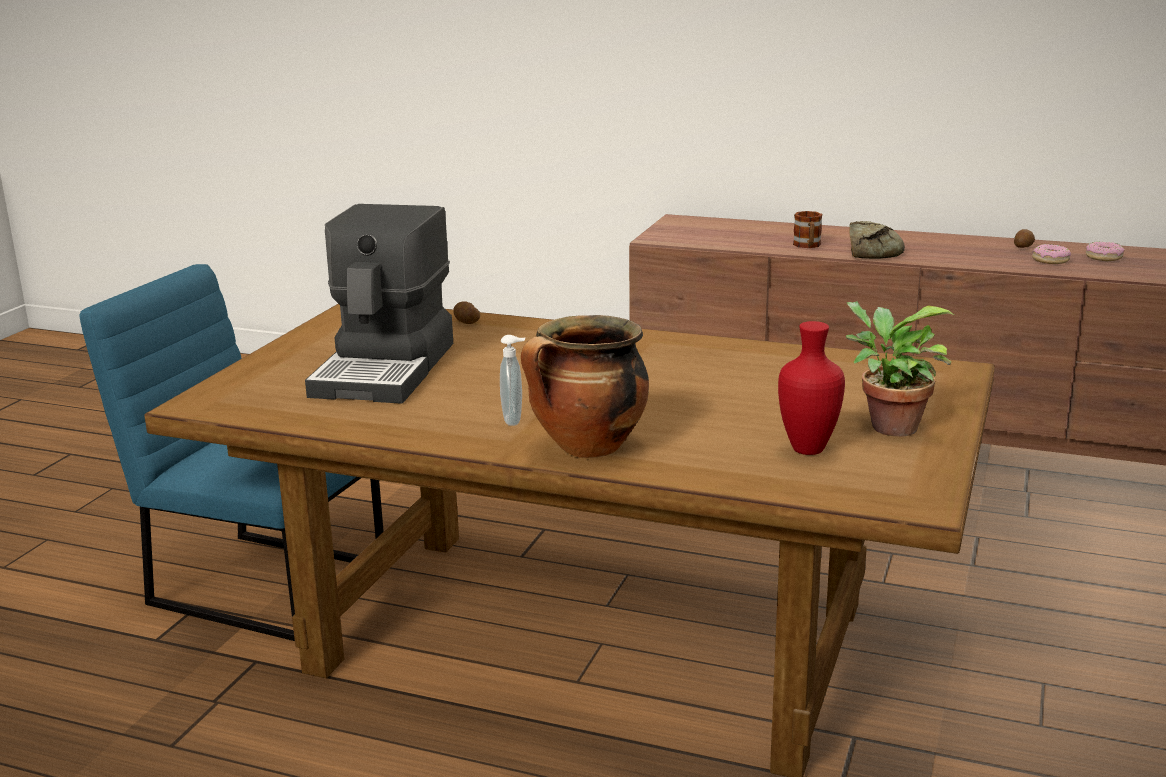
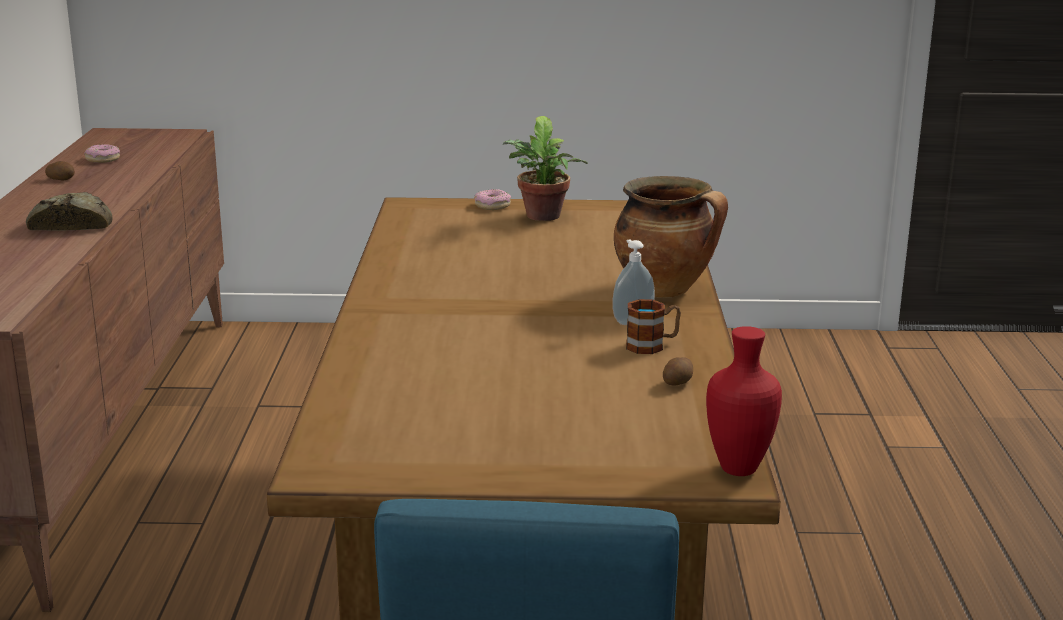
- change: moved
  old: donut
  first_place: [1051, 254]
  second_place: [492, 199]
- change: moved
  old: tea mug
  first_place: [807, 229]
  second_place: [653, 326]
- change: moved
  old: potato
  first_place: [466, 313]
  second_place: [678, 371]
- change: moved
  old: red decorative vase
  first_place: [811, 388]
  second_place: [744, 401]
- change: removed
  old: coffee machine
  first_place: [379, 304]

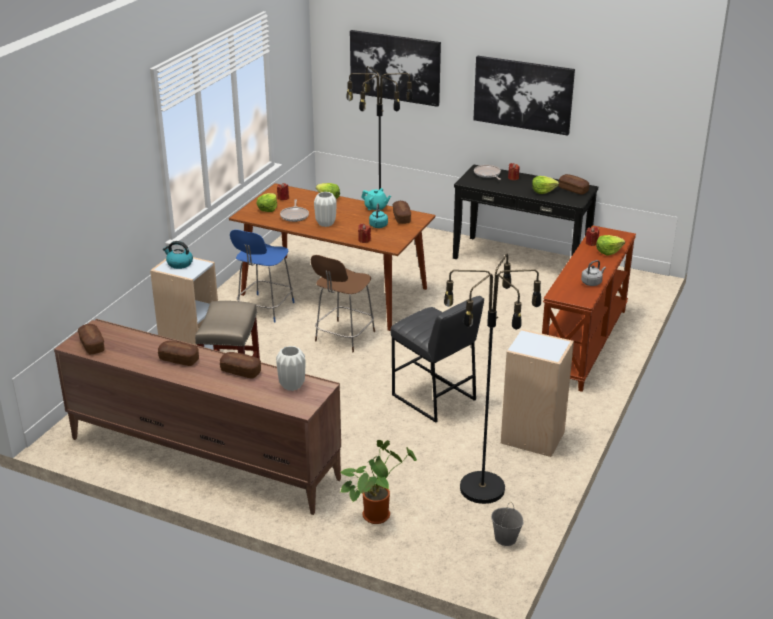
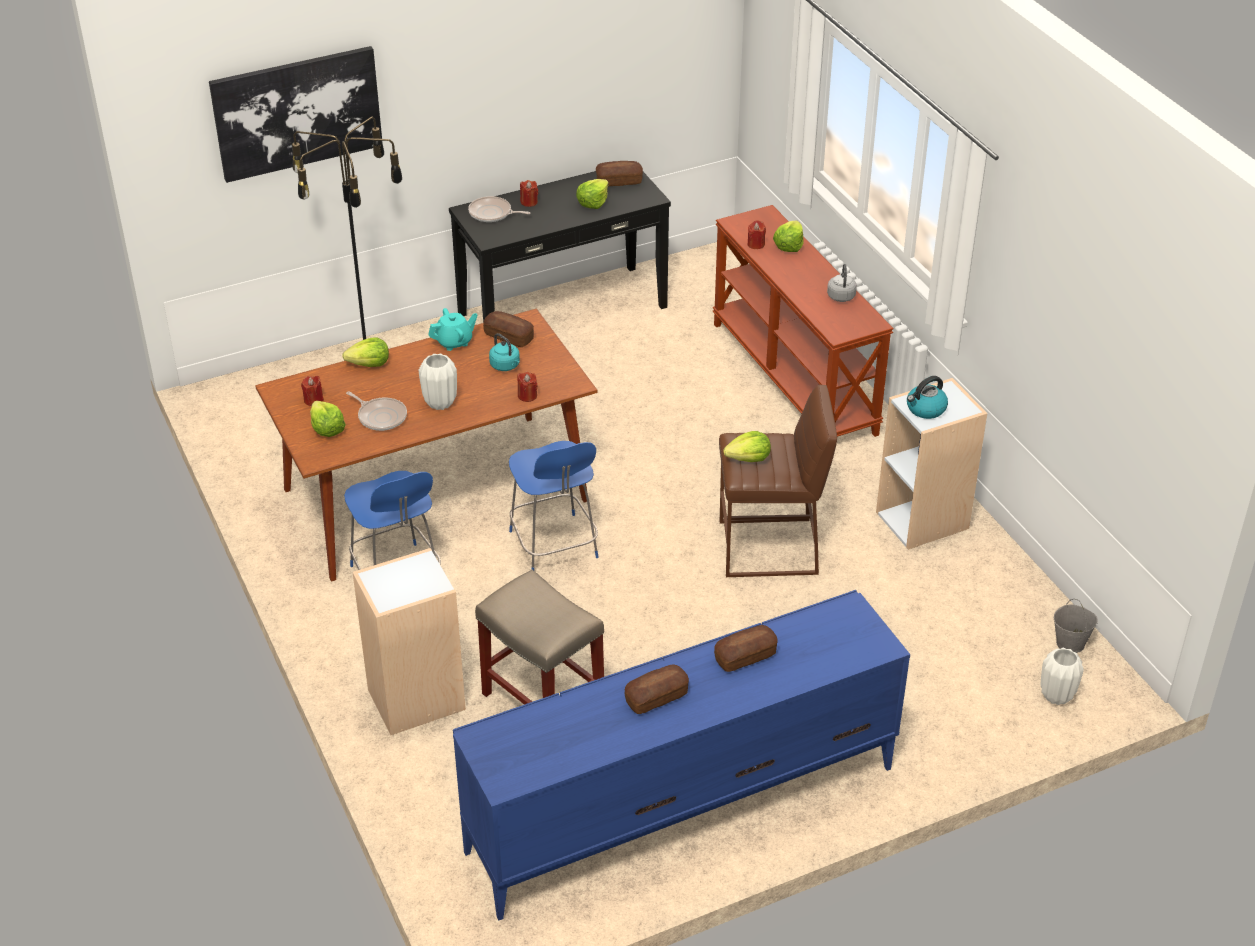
- change: recoloured
  old: brownish storage cabinet
  new: blue-coloured storage cabinet
  first_place: [197, 417]
  second_place: [681, 755]
- change: recoloured
  old: brownish upright chair
  new: blue-coloured upright chair
  first_place: [343, 304]
  second_place: [554, 505]
- change: recoloured
  old: grey stool
  new: brownish stool
  first_place: [437, 359]
  second_place: [778, 481]
- change: added
  new: head of lettuce
  second_place: [747, 446]
- change: moved
  old: tea kettle
  first_place: [178, 255]
  second_place: [927, 397]
- change: moved
  old: whitish decorative vase
  first_place: [290, 368]
  second_place: [1062, 676]
- change: removed
  old: bread
  first_place: [91, 339]
- change: removed
  old: plant in a pot
  first_place: [379, 482]
- change: removed
  old: standard lamp
  first_place: [492, 378]
- change: removed
  old: wall art
  first_place: [524, 96]

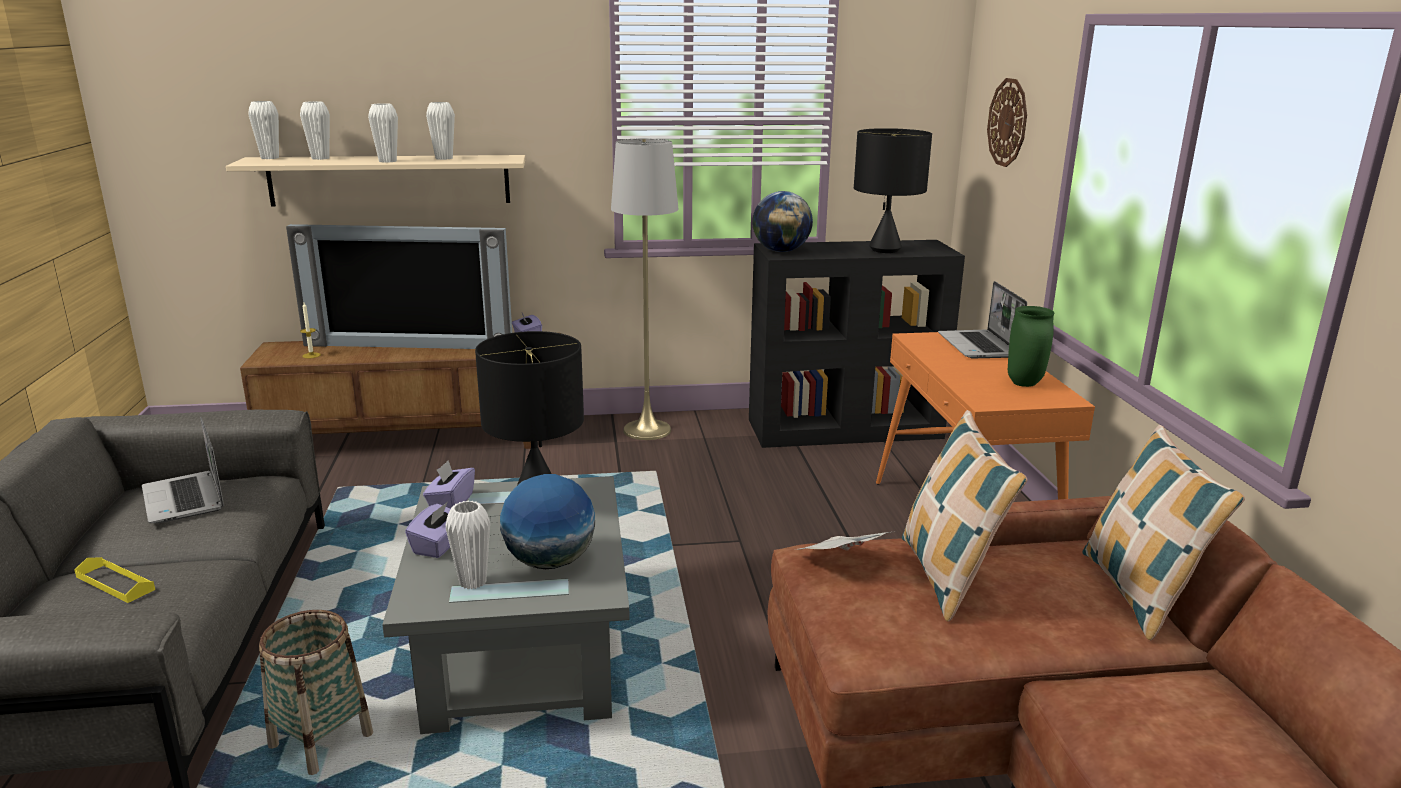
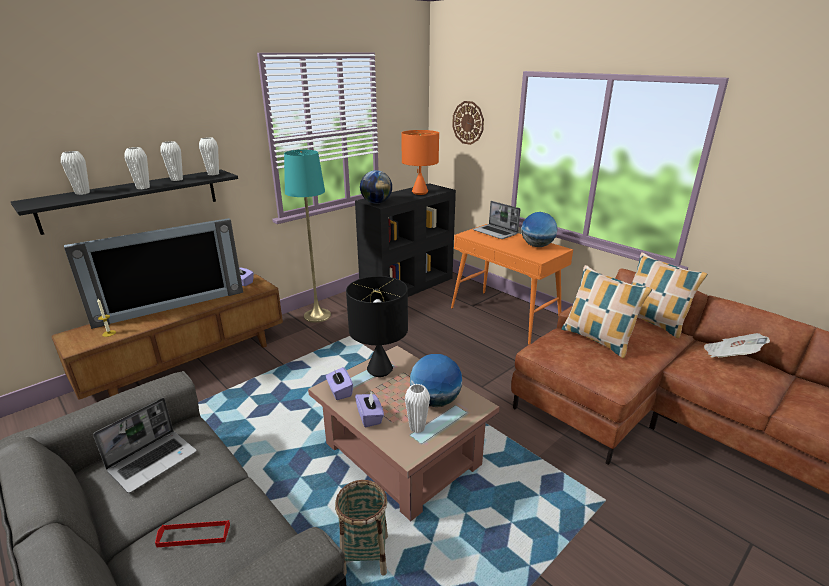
- change: recoloured
  old: beige bracket shelf
  new: black-coloured bracket shelf
  first_place: [376, 180]
  second_place: [124, 202]
- change: turned
  old: portable computer
  first_place: [183, 470]
  second_place: [145, 445]
  degrees: -75
- change: recoloured
  old: yellowish tray
  new: red tray
  first_place: [114, 580]
  second_place: [192, 533]
- change: moved
  old: whitish decorative vase
  first_place: [263, 130]
  second_place: [209, 156]
- change: recoloured
  old: grey standard lamp
  new: turquoise-coloured standard lamp
  first_place: [645, 289]
  second_place: [307, 236]
- change: recoloured
  old: grey coffee table
  new: brownish coffee table
  first_place: [506, 605]
  second_place: [403, 433]
- change: recoloured
  old: black-coloured table lamp
  new: orangey table lamp
  first_place: [893, 190]
  second_place: [420, 162]
- change: replaced
  old: greenish decorative vase
  new: world globe
  first_place: [1031, 346]
  second_place: [539, 229]
- change: moved
  old: newspaper
  first_place: [847, 541]
  second_place: [737, 345]

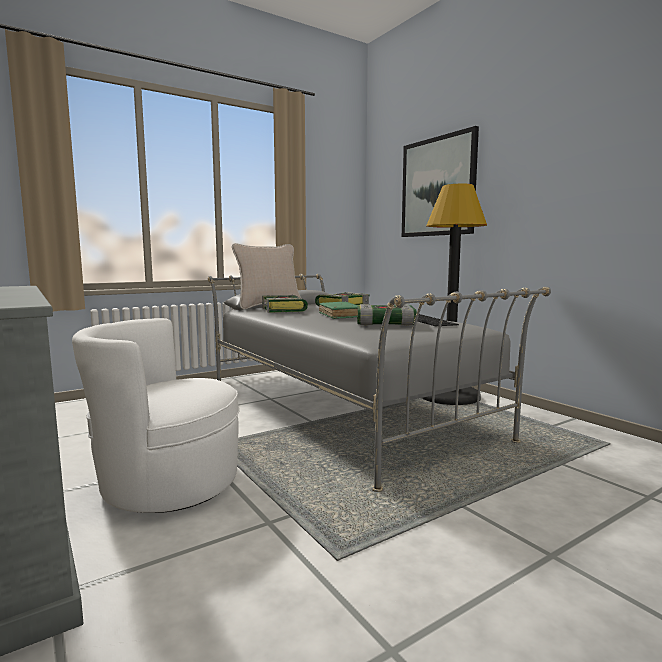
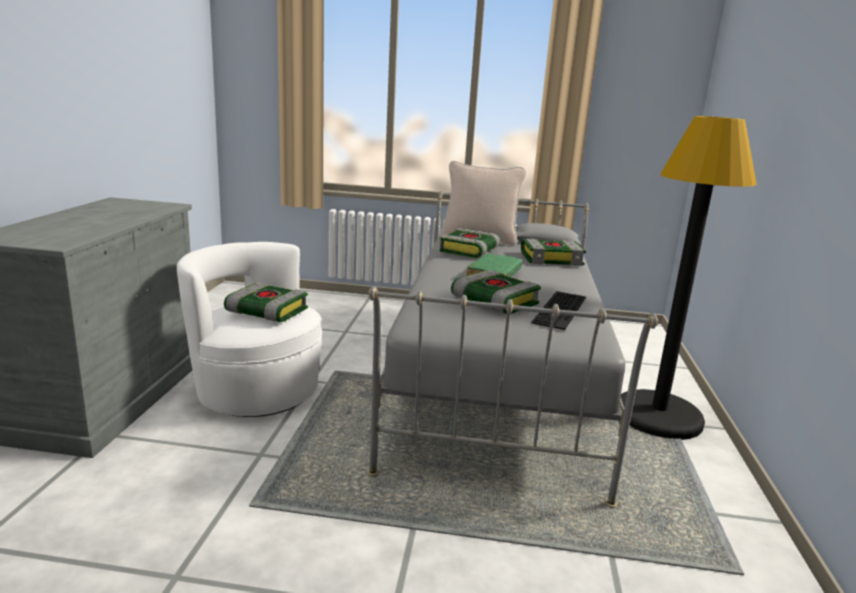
- change: added
  new: bound book
  second_place: [266, 302]
- change: removed
  old: wall art
  first_place: [440, 181]

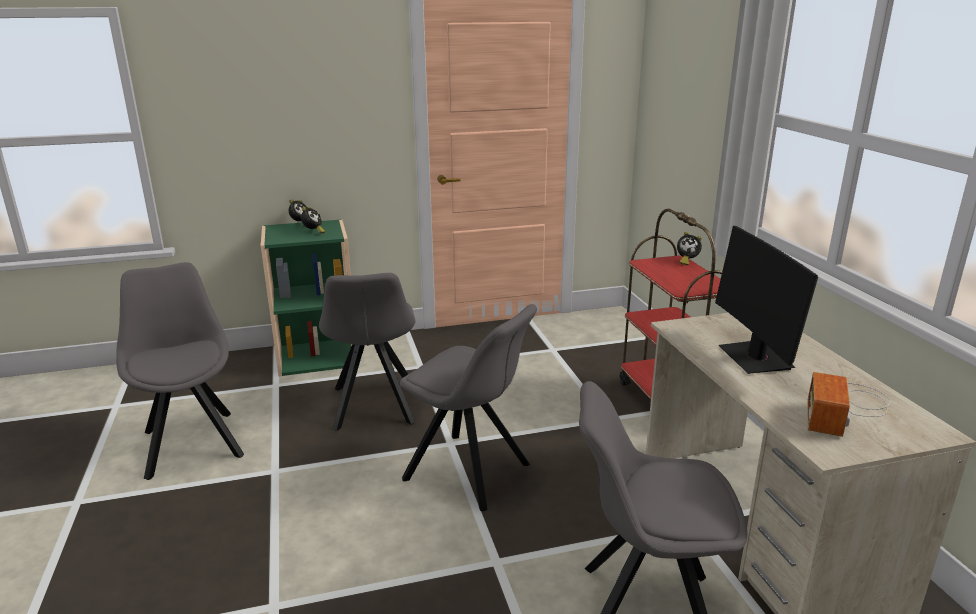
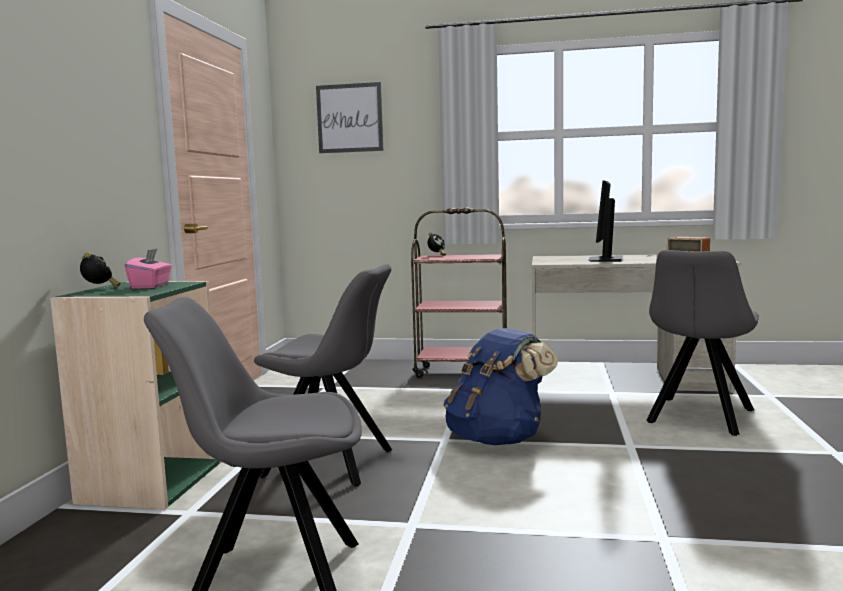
- change: replaced
  old: bedside clock
  new: pink tissue holder
  first_place: [313, 220]
  second_place: [148, 268]
- change: added
  new: wall art
  second_place: [349, 117]
- change: replaced
  old: grey upright chair
  new: blue-coloured rucksack
  first_place: [468, 407]
  second_place: [500, 386]
- change: turned
  old: computer screen
  first_place: [766, 300]
  second_place: [605, 221]
  degrees: 90

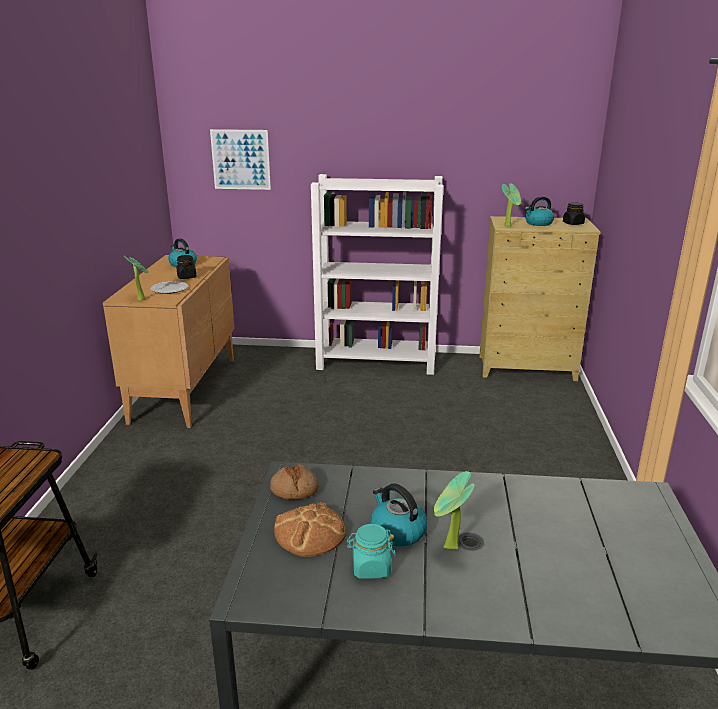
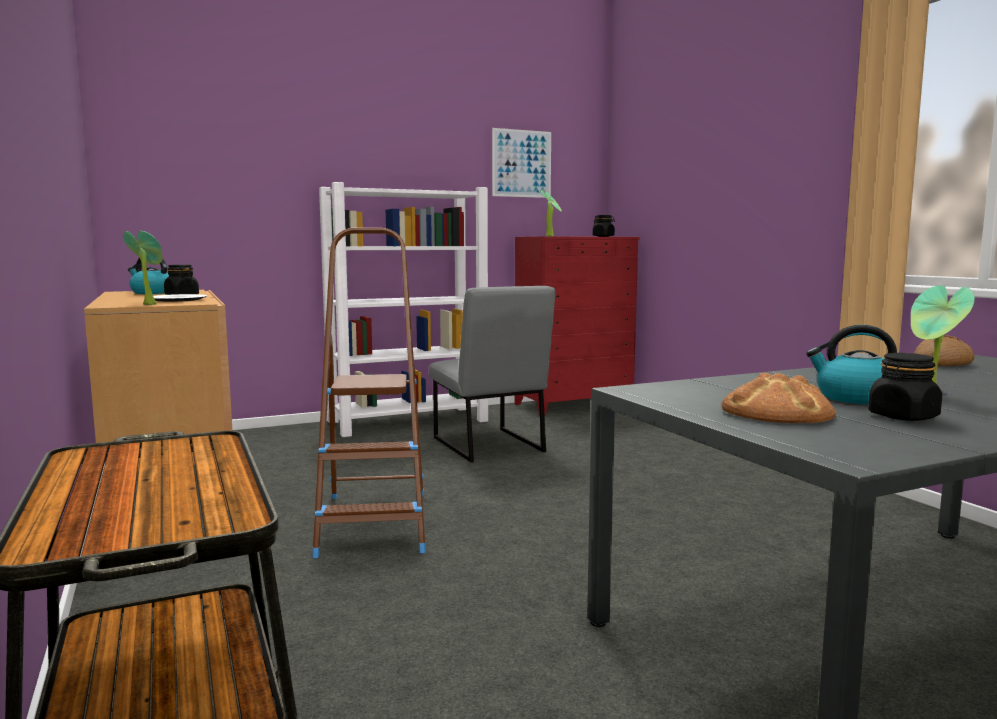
- change: added
  new: brownish step stool
  second_place: [369, 393]
- change: added
  new: grey upright chair
  second_place: [492, 374]
- change: moved
  old: wall art
  first_place: [240, 159]
  second_place: [521, 163]
- change: recoloured
  old: beige chest of drawers
  new: red chest of drawers
  first_place: [540, 298]
  second_place: [577, 326]
- change: recoloured
  old: turquoise-coloured preserve jar
  new: black-coloured preserve jar
  first_place: [371, 551]
  second_place: [905, 387]
- change: moved
  old: bread
  first_place: [294, 482]
  second_place: [944, 350]
- change: removed
  old: tea kettle
  first_place: [539, 211]

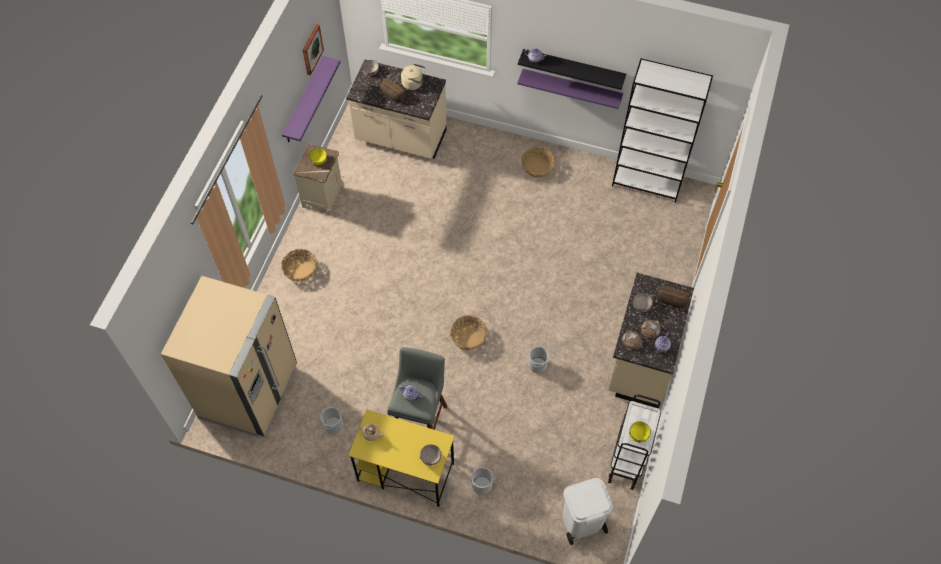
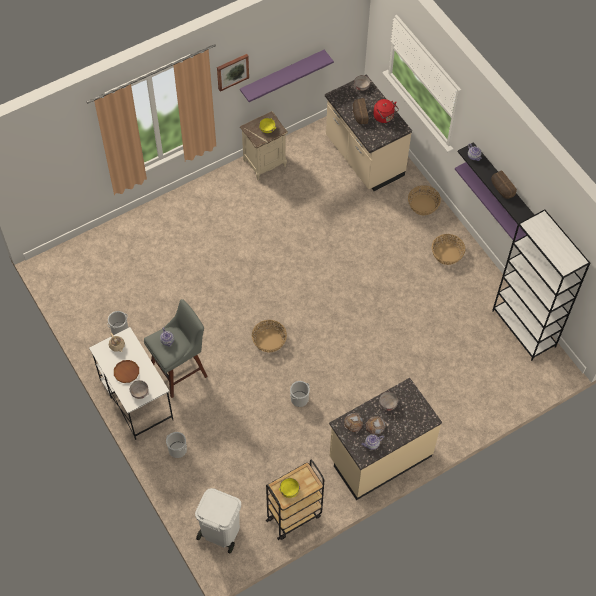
- change: recoloured
  old: yellowish desk unit
  new: whitish desk unit
  first_place: [401, 458]
  second_place: [131, 383]
- change: added
  new: brownish dinner plate
  second_place: [126, 371]
- change: moved
  old: wall art
  first_place: [313, 49]
  second_place: [233, 73]
- change: recoloured
  old: whitish cart
  new: brownish cart
  first_place: [634, 442]
  second_place: [295, 500]
- change: recoloured
  old: beige tea kettle
  new: red tea kettle
  first_place: [413, 76]
  second_place: [386, 111]
- change: moved
  old: household basket
  first_place: [299, 265]
  second_place: [424, 200]
- change: moved
  old: bread
  first_place: [673, 296]
  second_place: [504, 184]
- change: removed
  old: beige refrigerator
  first_place: [229, 357]

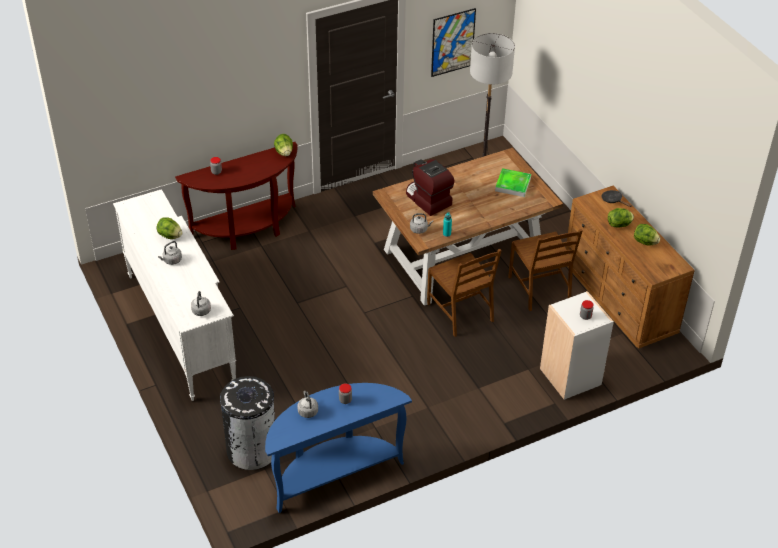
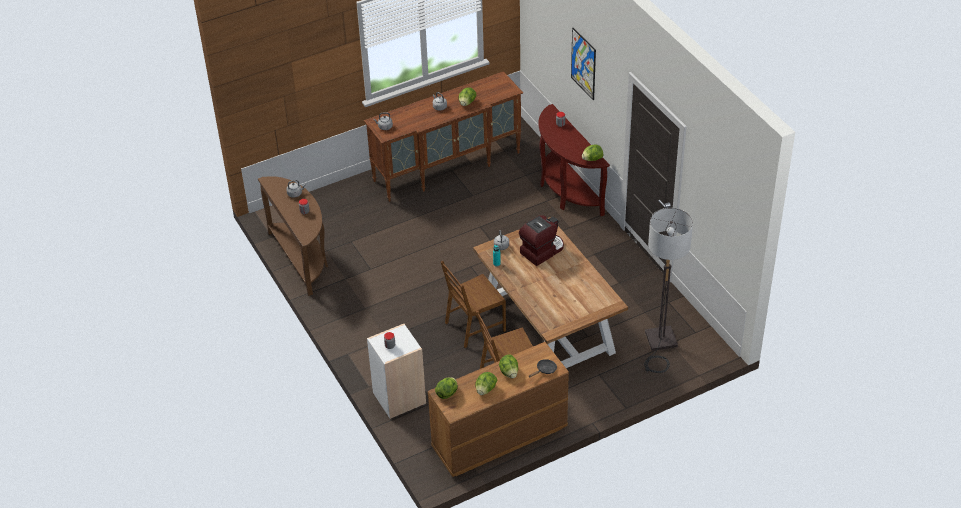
- change: recoloured
  old: blue-coloured hall table
  new: brownish hall table
  first_place: [338, 448]
  second_place: [293, 236]
- change: recoloured
  old: whitish storage cabinet
  new: brownish storage cabinet
  first_place: [174, 295]
  second_place: [443, 136]
- change: added
  new: head of lettuce
  second_place: [446, 388]
- change: moved
  old: wall art
  first_place: [453, 42]
  second_place: [583, 64]
- change: removed
  old: black-coloured rubbish bin
  first_place: [247, 423]
- change: removed
  old: tray
  first_place: [513, 182]

